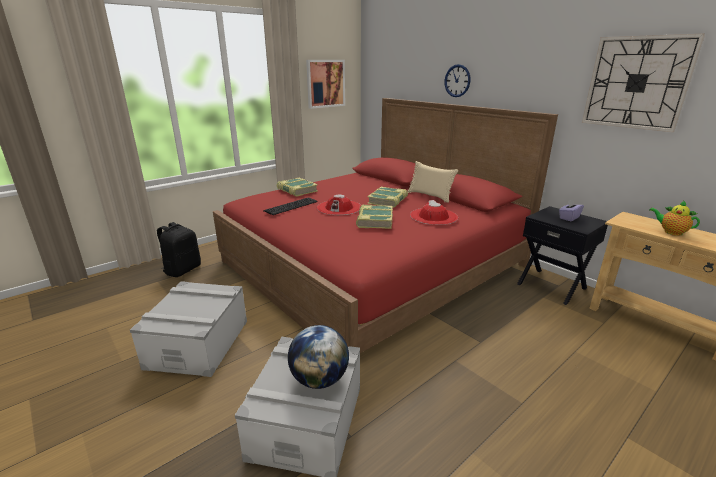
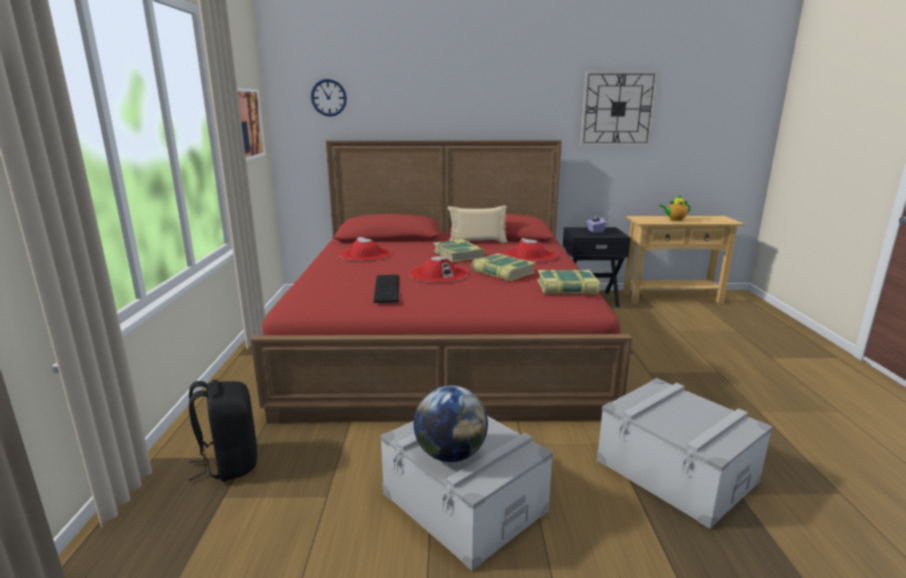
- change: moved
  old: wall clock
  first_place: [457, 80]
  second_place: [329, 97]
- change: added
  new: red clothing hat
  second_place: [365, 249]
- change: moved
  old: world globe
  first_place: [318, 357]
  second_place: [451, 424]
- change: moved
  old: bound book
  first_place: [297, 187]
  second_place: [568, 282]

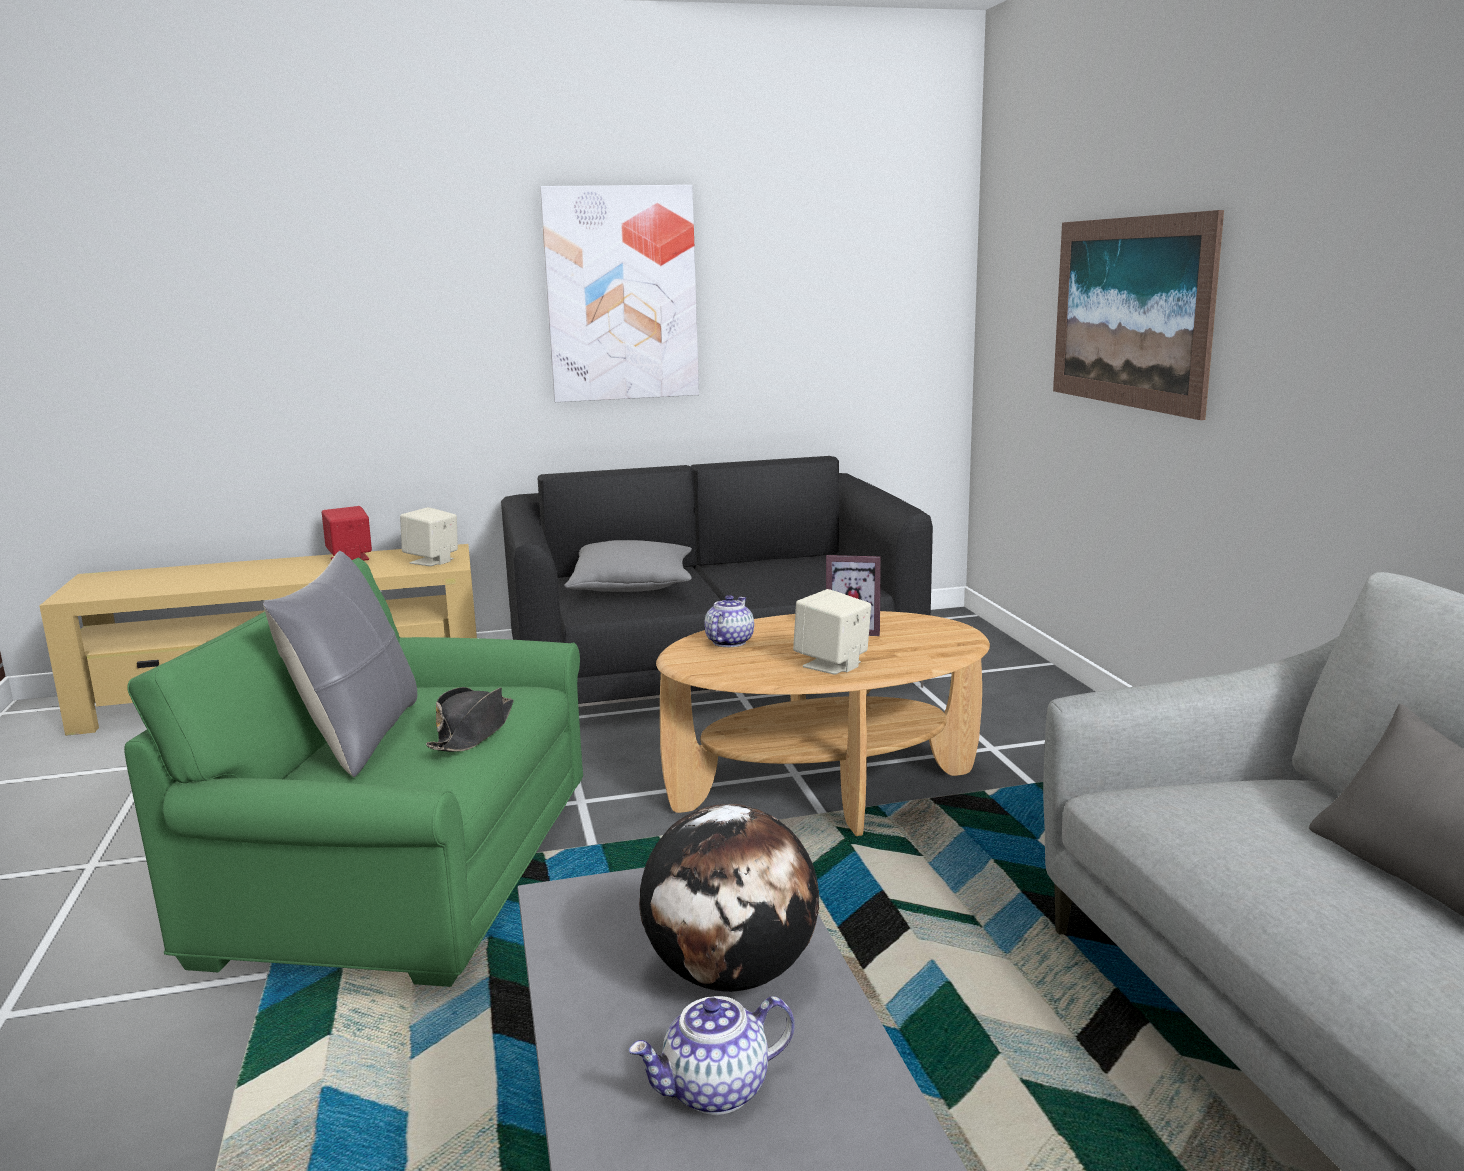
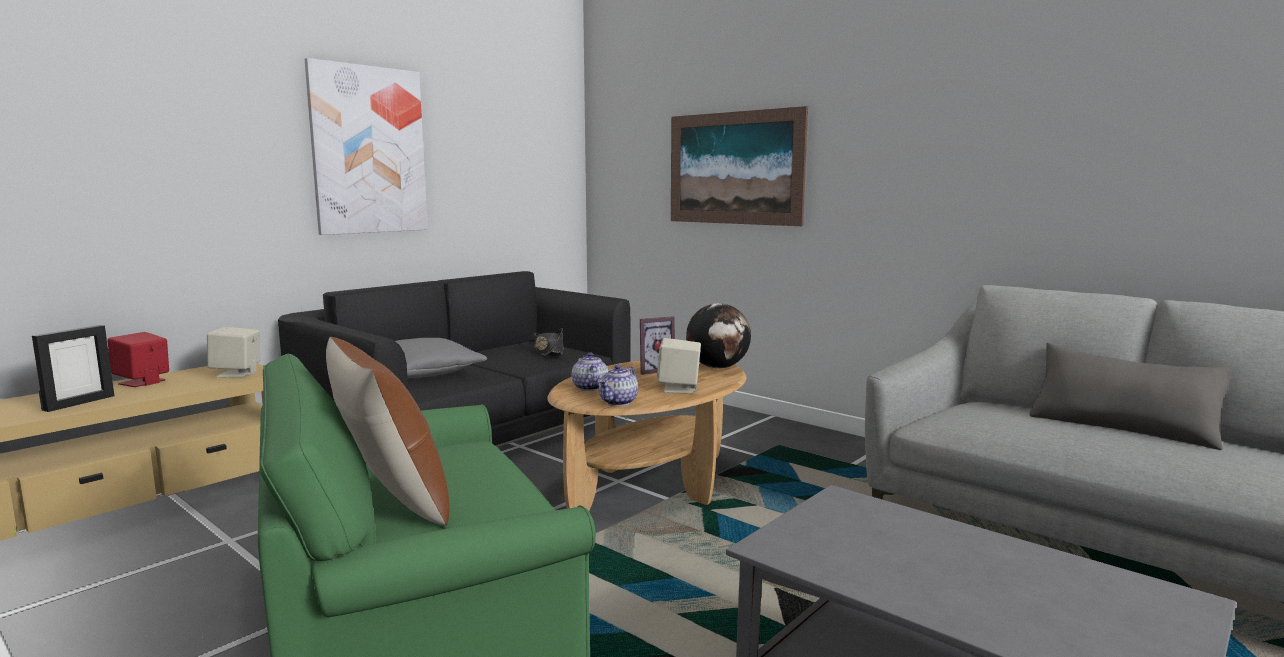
- change: added
  new: picture frame
  second_place: [73, 368]
- change: recoloured
  old: grey pillow
  new: brownish pillow
  first_place: [340, 664]
  second_place: [388, 431]
- change: moved
  old: black-coloured clothing hat
  first_place: [470, 719]
  second_place: [548, 342]
- change: moved
  old: tea pot
  first_place: [712, 1055]
  second_place: [618, 385]
- change: moved
  old: world globe
  first_place: [729, 898]
  second_place: [718, 336]

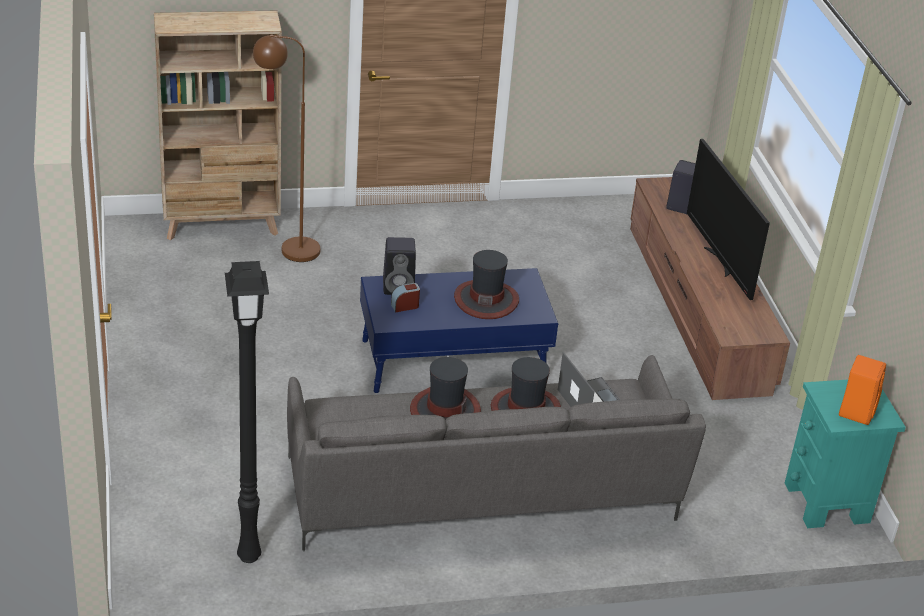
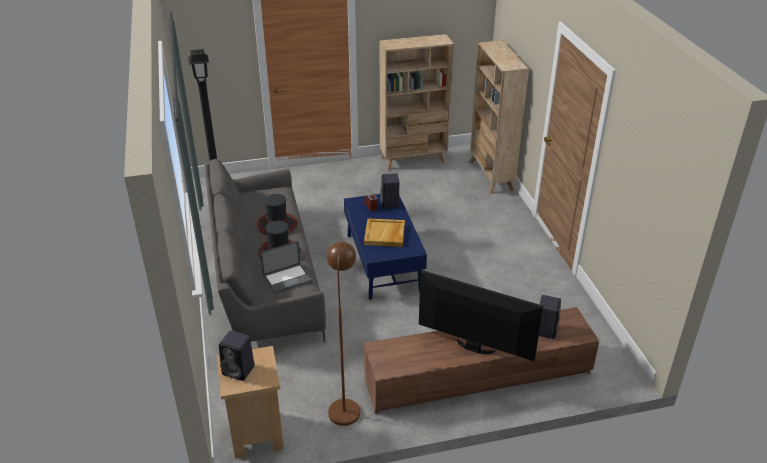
- change: recoloured
  old: turquoise-coloured nightstand
  new: beige nightstand
  first_place: [845, 454]
  second_place: [250, 402]
- change: recoloured
  old: orangey speaker
  new: black-coloured speaker
  first_place: [862, 390]
  second_place: [237, 355]
- change: moved
  old: brownish standard lamp
  first_place: [286, 148]
  second_place: [343, 334]
- change: replaced
  old: clothing hat
  new: beige tray
  first_place: [486, 284]
  second_place: [384, 232]
- change: added
  new: beige bookshelf
  second_place: [417, 102]
- change: turned
  old: TV set
  first_place: [728, 219]
  second_place: [481, 315]
  degrees: 45

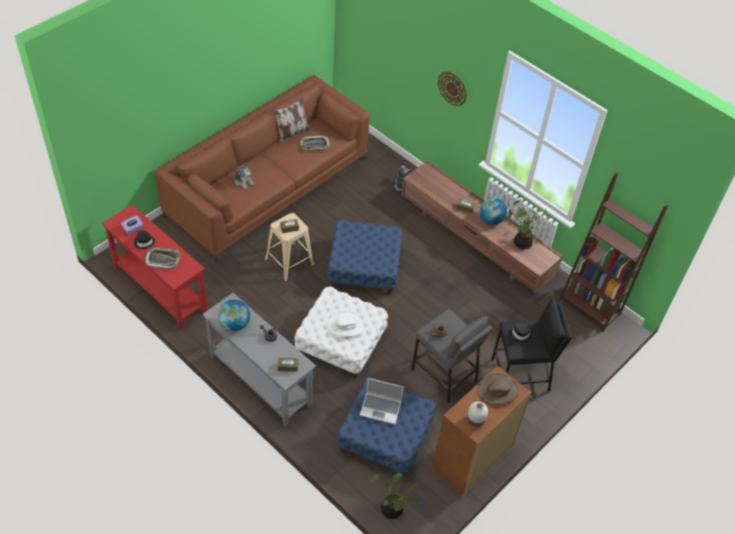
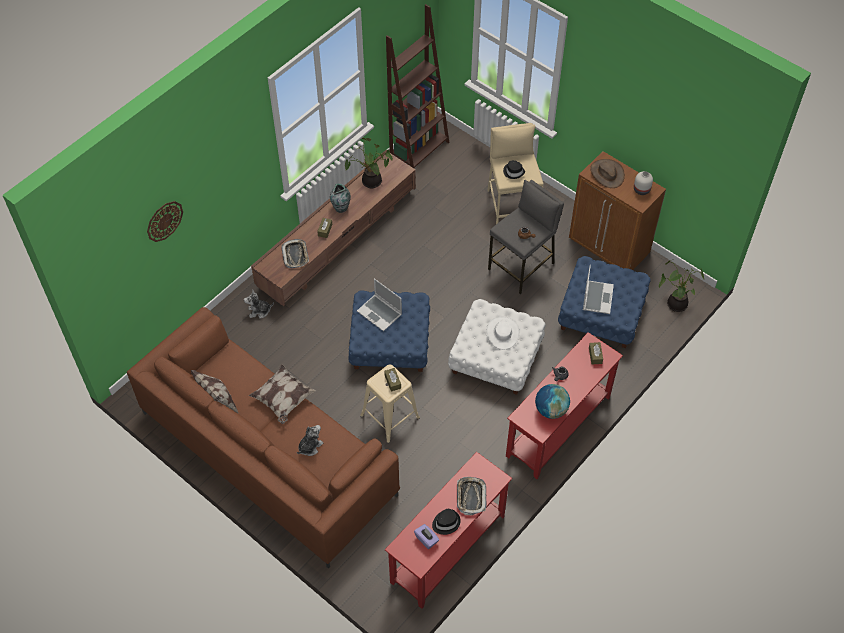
- change: moved
  old: wall clock
  first_place: [452, 89]
  second_place: [165, 221]
- change: added
  new: pillow
  second_place: [282, 394]
- change: moved
  old: tray
  first_place: [315, 142]
  second_place: [295, 253]
- change: replaced
  old: world globe
  new: decorative vase
  first_place: [493, 211]
  second_place: [340, 198]
- change: added
  new: portable computer
  second_place: [379, 305]
- change: recoloured
  old: black-coloured stool
  new: beige stool
  first_place: [531, 344]
  second_place: [515, 173]
- change: recoloured
  old: grey hall table
  new: red hall table
  first_place: [259, 360]
  second_place: [564, 405]

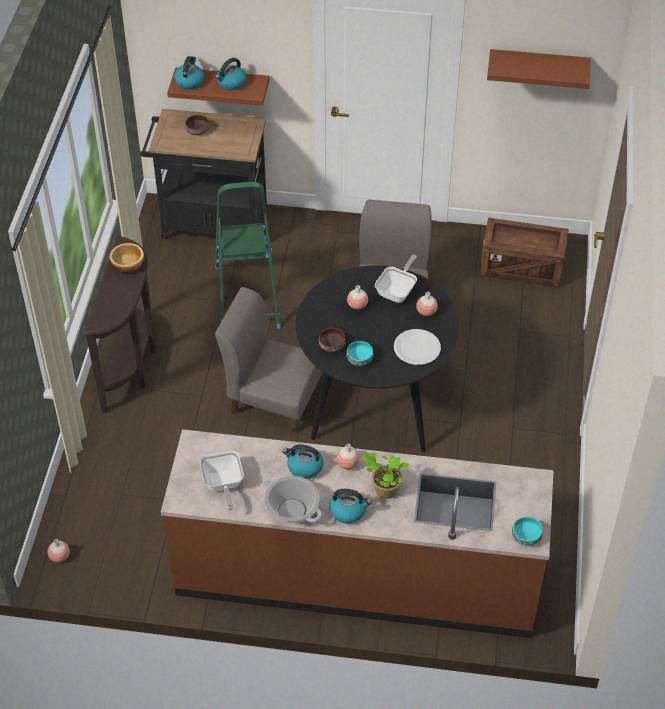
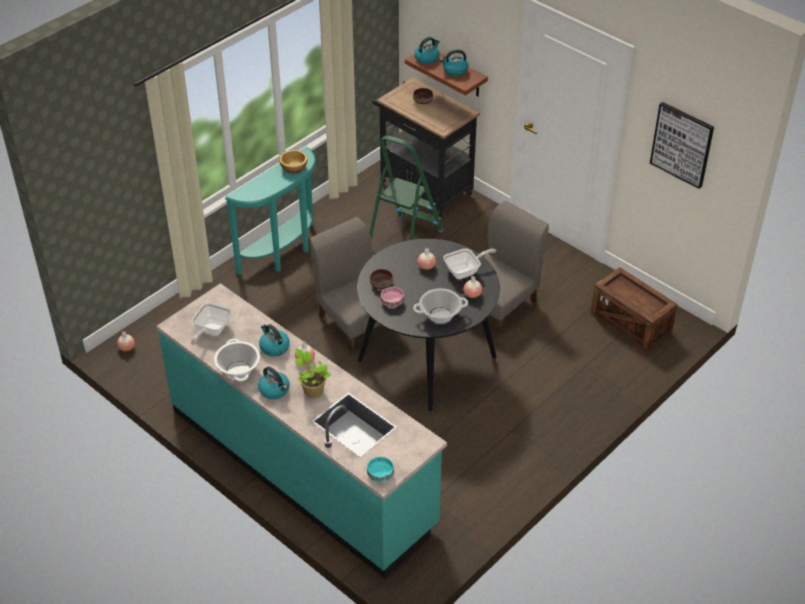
- change: recoloured
  old: brownish counter
  new: turquoise-coloured counter
  first_place: [357, 533]
  second_place: [301, 431]
- change: recoloured
  old: brownish hall table
  new: turquoise-coloured hall table
  first_place: [120, 324]
  second_place: [270, 211]
- change: recoloured
  old: turquoise-coloured deep dish
  new: pink deep dish
  first_place: [360, 353]
  second_place: [392, 297]
- change: replaced
  old: whitish dinner plate
  new: saucepot
  first_place: [417, 347]
  second_place: [440, 305]
- change: replaced
  old: brownish bracket shelf
  new: wall art
  first_place: [539, 69]
  second_place: [682, 145]

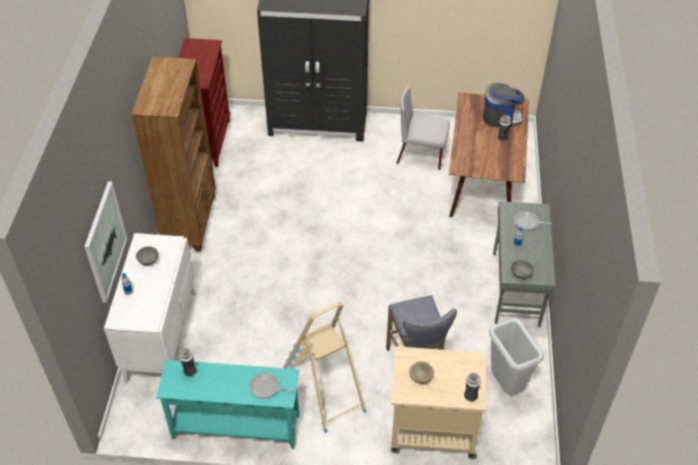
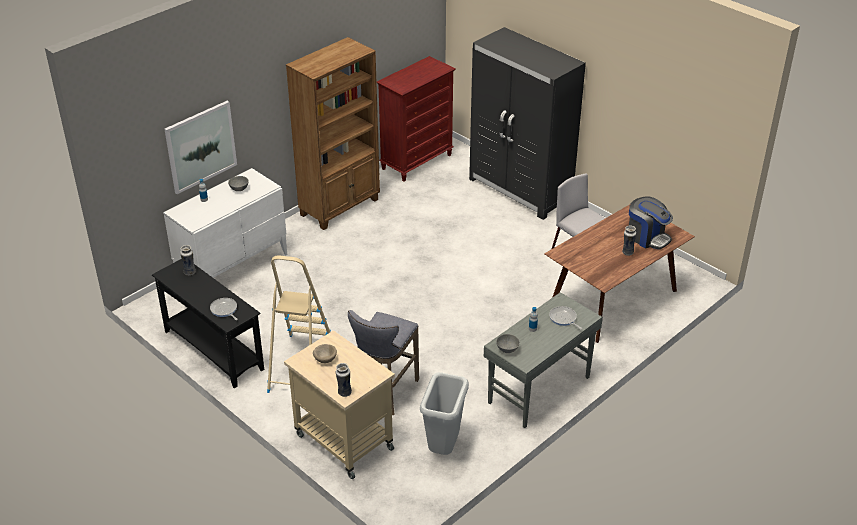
- change: recoloured
  old: turquoise-coloured hall table
  new: black-coloured hall table
  first_place: [227, 404]
  second_place: [208, 323]

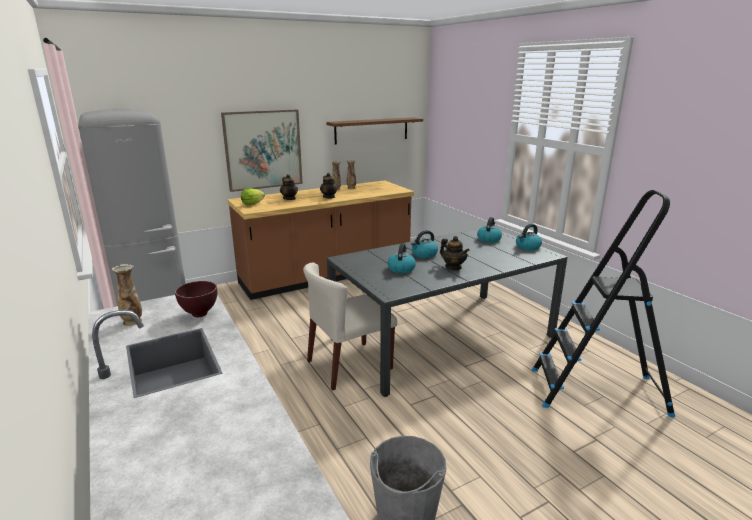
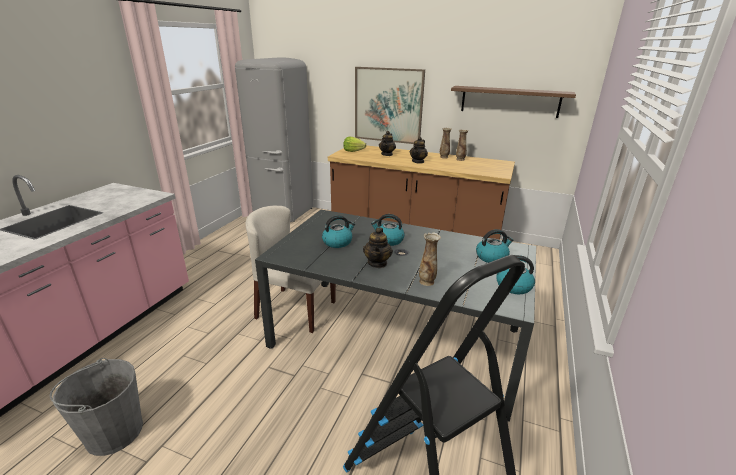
- change: moved
  old: decorative vase
  first_place: [127, 295]
  second_place: [430, 259]
- change: removed
  old: brownish deep dish
  first_place: [196, 299]

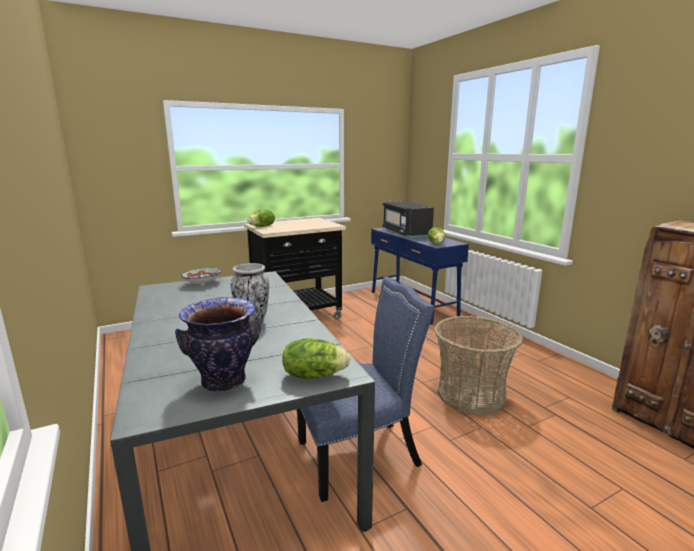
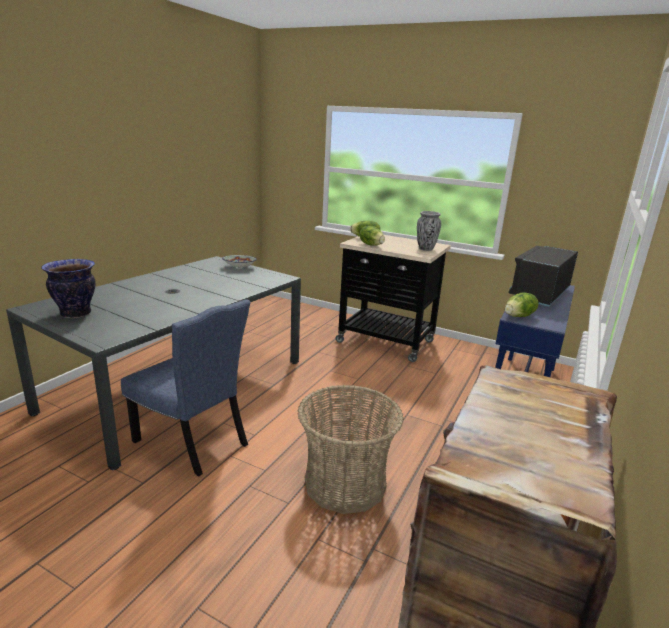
- change: moved
  old: head of lettuce
  first_place: [316, 358]
  second_place: [372, 236]
- change: moved
  old: decorative vase
  first_place: [250, 293]
  second_place: [429, 231]

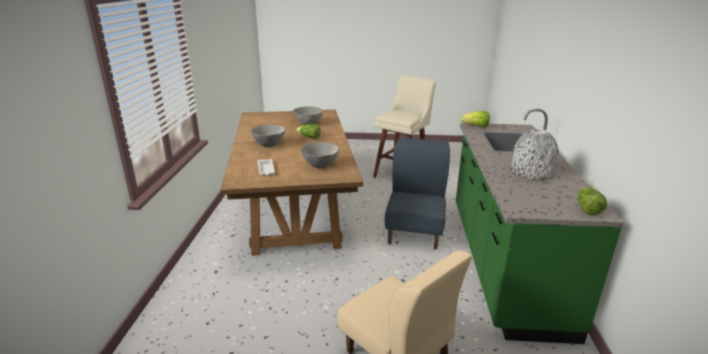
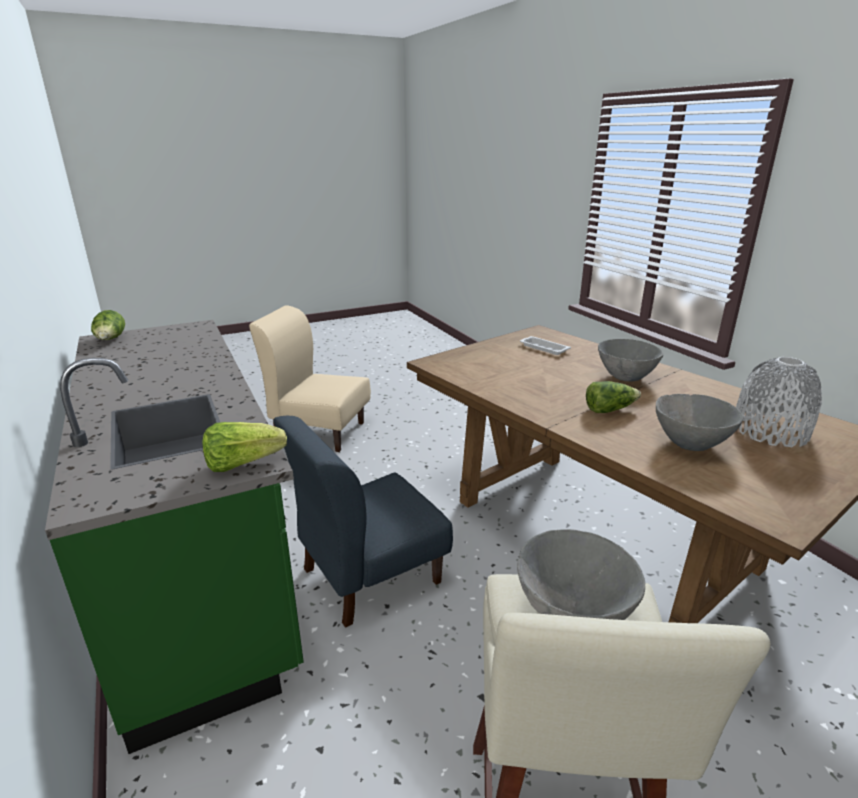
- change: turned
  old: blue-coloured upright chair
  first_place: [417, 193]
  second_place: [363, 522]
  degrees: 75
- change: moved
  old: grey deep dish
  first_place: [320, 155]
  second_place: [581, 574]
- change: moved
  old: grey decorative vase
  first_place: [535, 154]
  second_place: [779, 402]

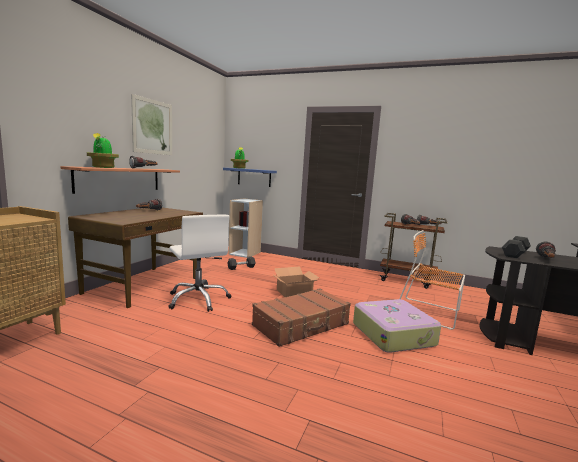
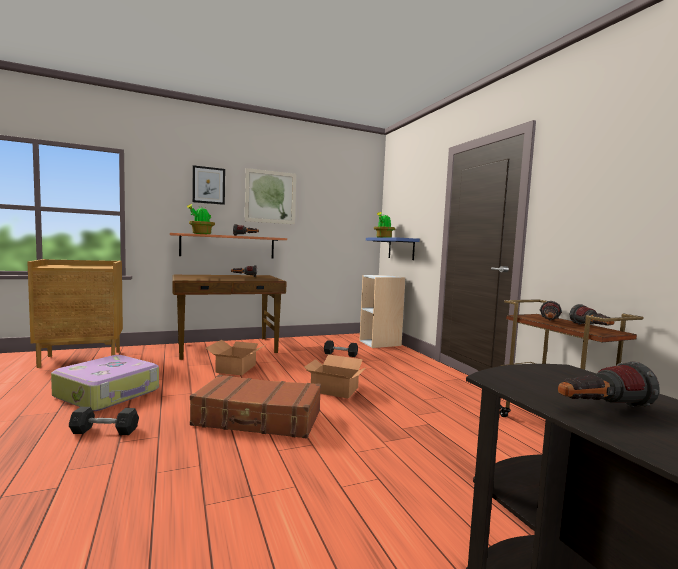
- change: moved
  old: suitcase
  first_place: [397, 326]
  second_place: [105, 383]
- change: moved
  old: grey hand weight
  first_place: [516, 247]
  second_place: [104, 421]
- change: added
  new: wall art
  second_place: [209, 185]
- change: replaced
  old: whitish office chair
  new: cardboard box
  first_place: [199, 263]
  second_place: [236, 357]
- change: removed
  old: orangey upright chair
  first_place: [432, 280]

